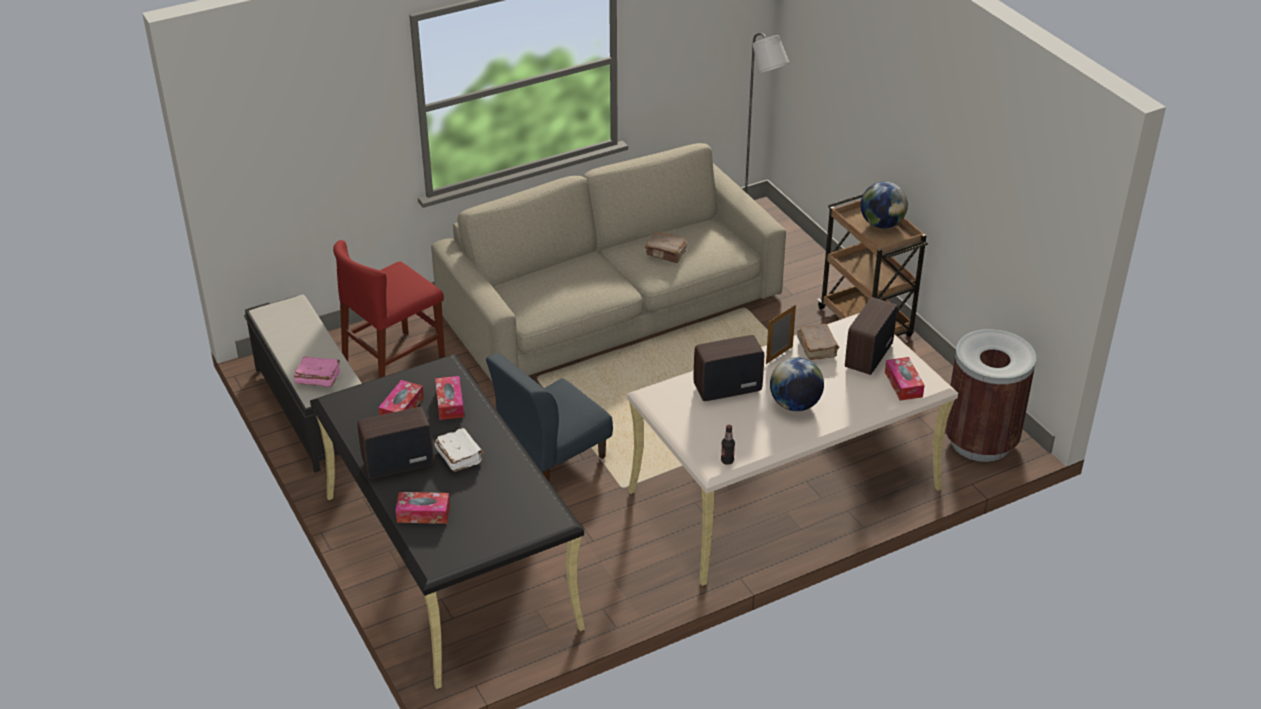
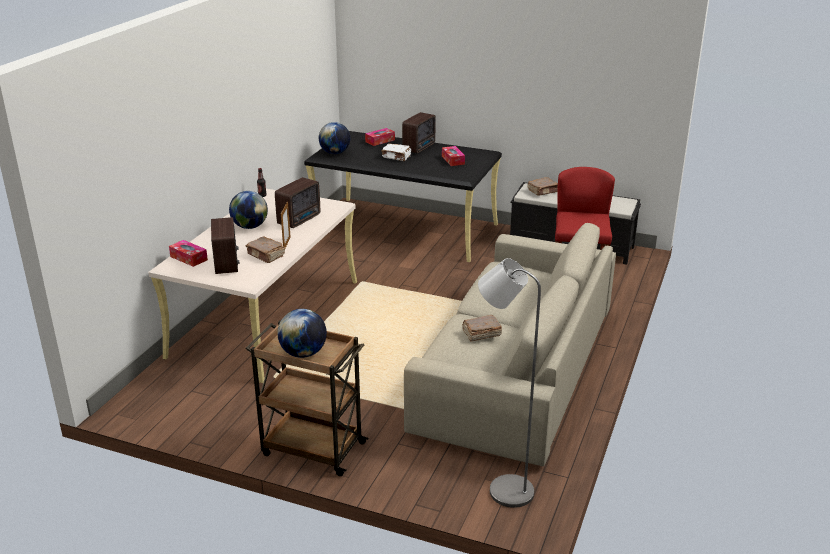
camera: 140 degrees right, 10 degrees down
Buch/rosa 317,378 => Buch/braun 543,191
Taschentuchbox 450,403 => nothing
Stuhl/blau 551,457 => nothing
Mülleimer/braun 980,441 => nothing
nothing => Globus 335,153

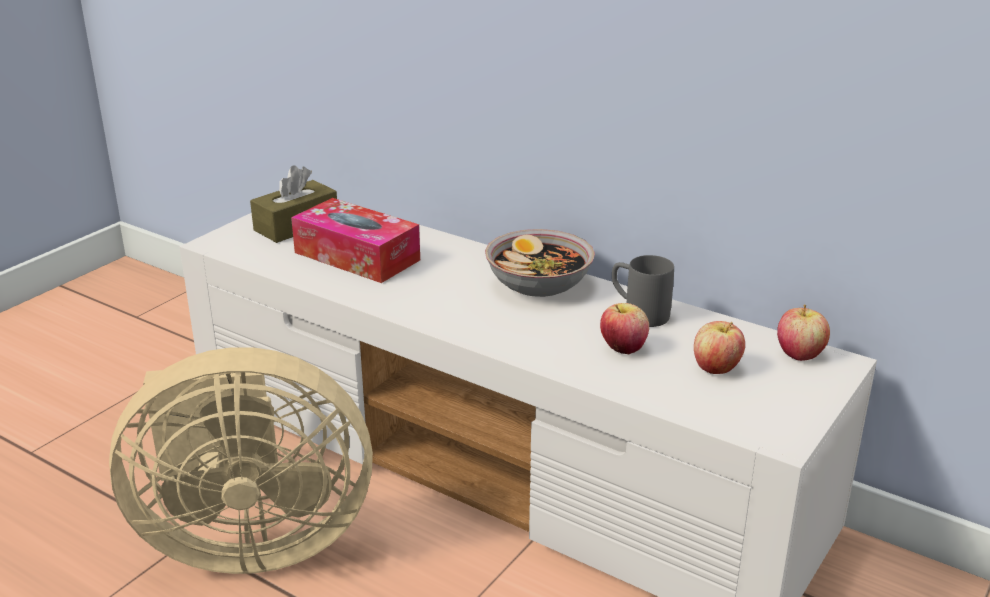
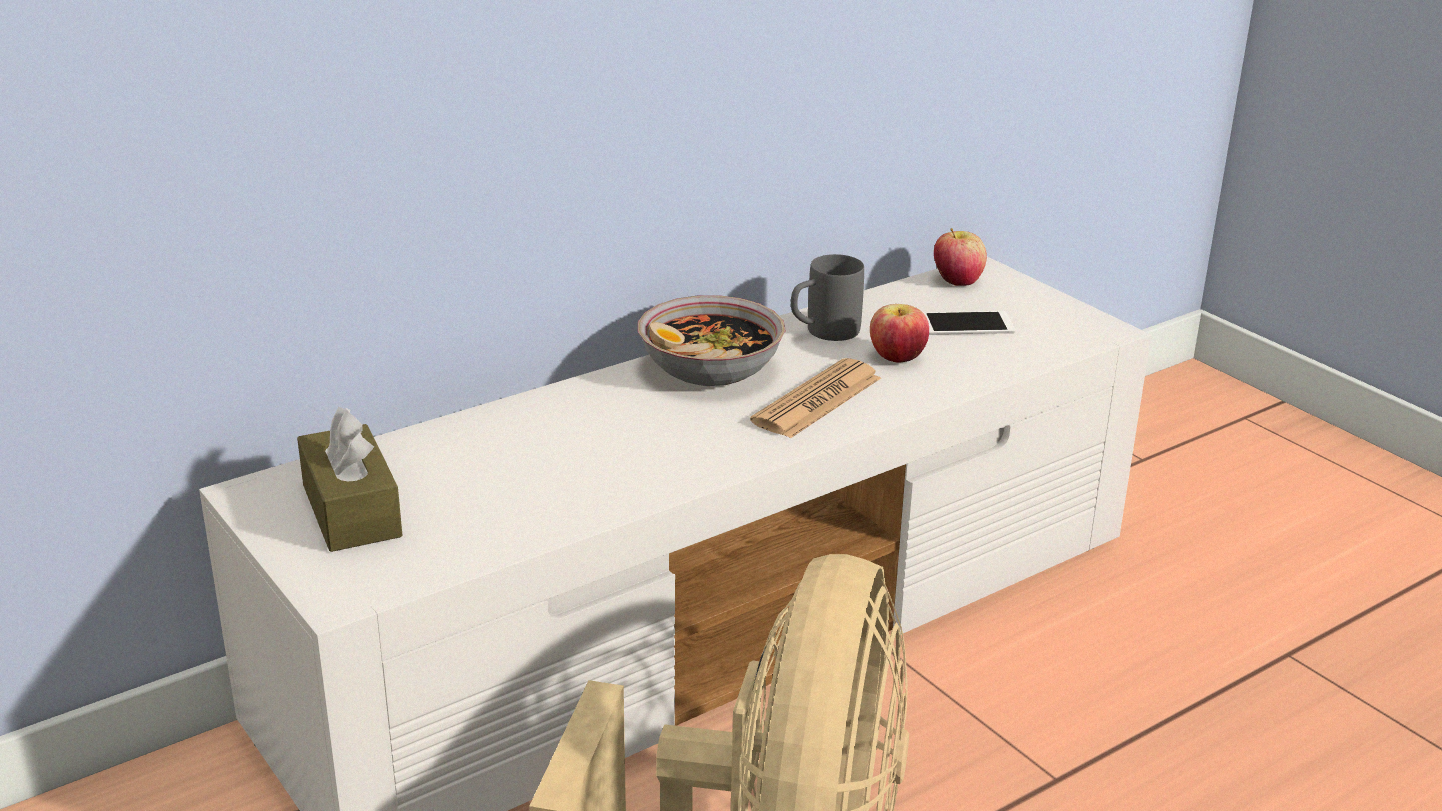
camera: 70 degrees left, 0 degrees up
Taschentuchbox 357,256 => nothing
Apfel 716,368 => Handy 964,324
nothing => Zeitung 817,400

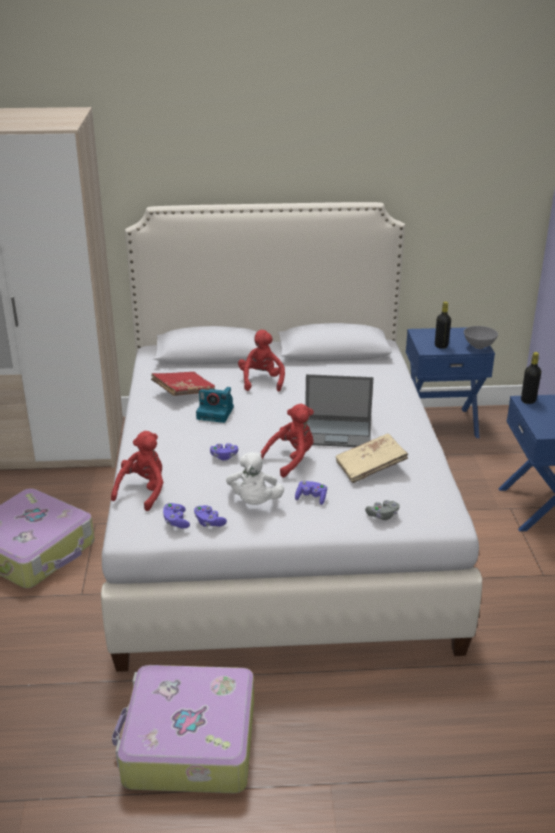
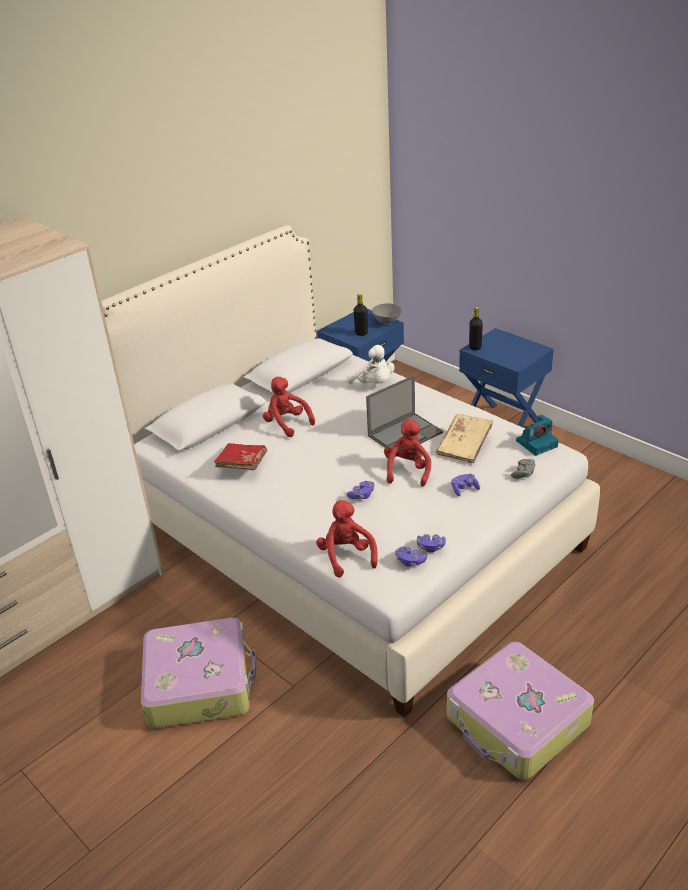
camera: 40 degrees left, 5 degrees up
Kamera 216,413 => Kamera 537,443, shifted
Plüschtier/weiß 254,502 => Plüschtier/weiß 374,384, shifted

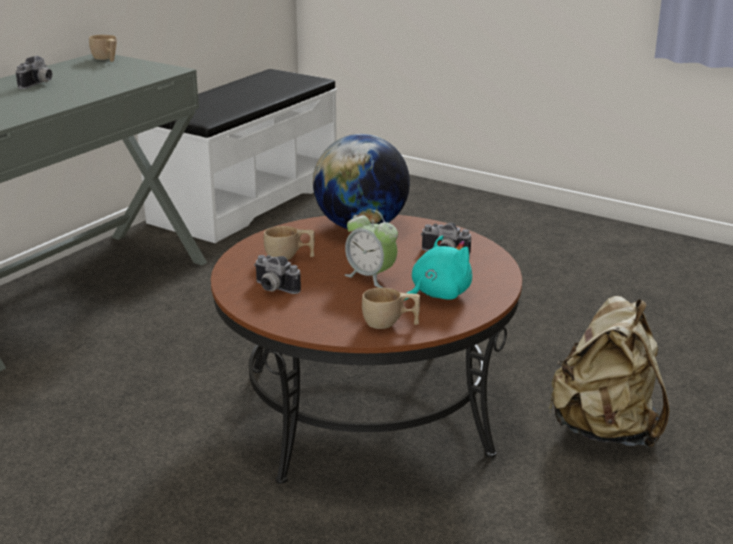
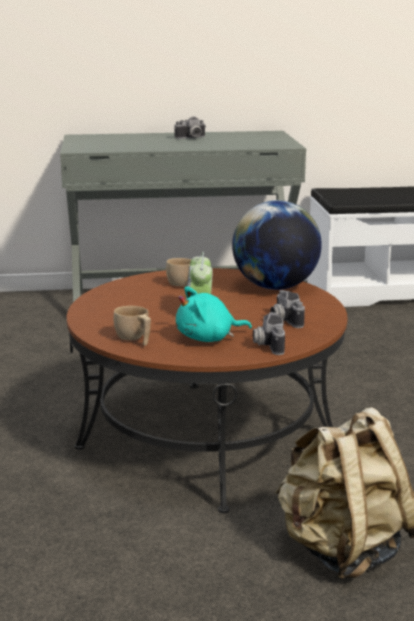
camera: 50 degrees right, 5 degrees down
Tasse/beige 106,59 => nothing
Kamera 273,289 => Kamera 267,345, shifted
Plüschtier/türkis 437,295 => Plüschtier/türkis 208,338, 150 degrees clockwise

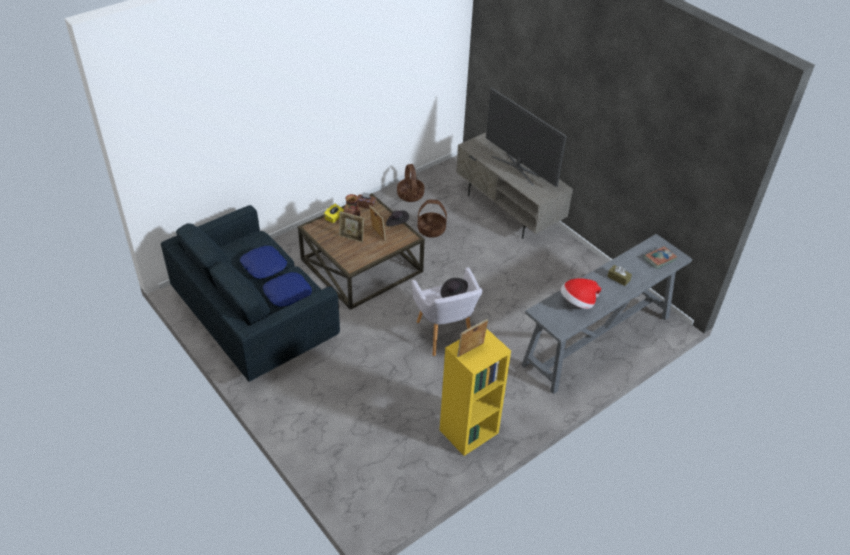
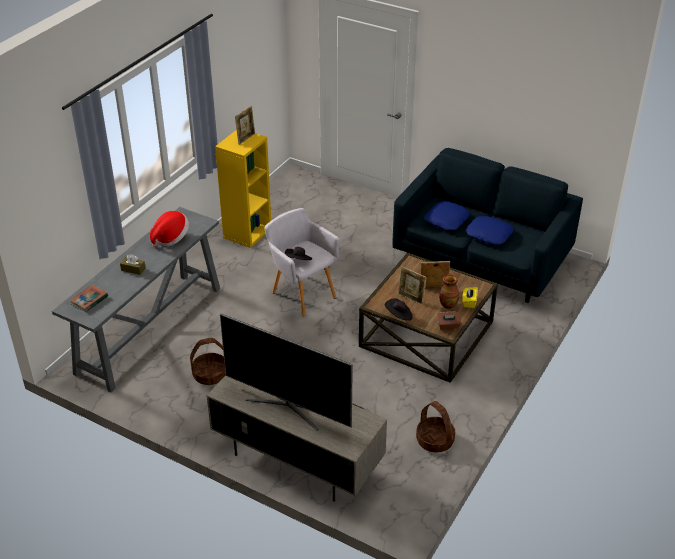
camera: 160 degrees right, 5 degrees down
Korb 431,229 => Korb 210,375, shifted

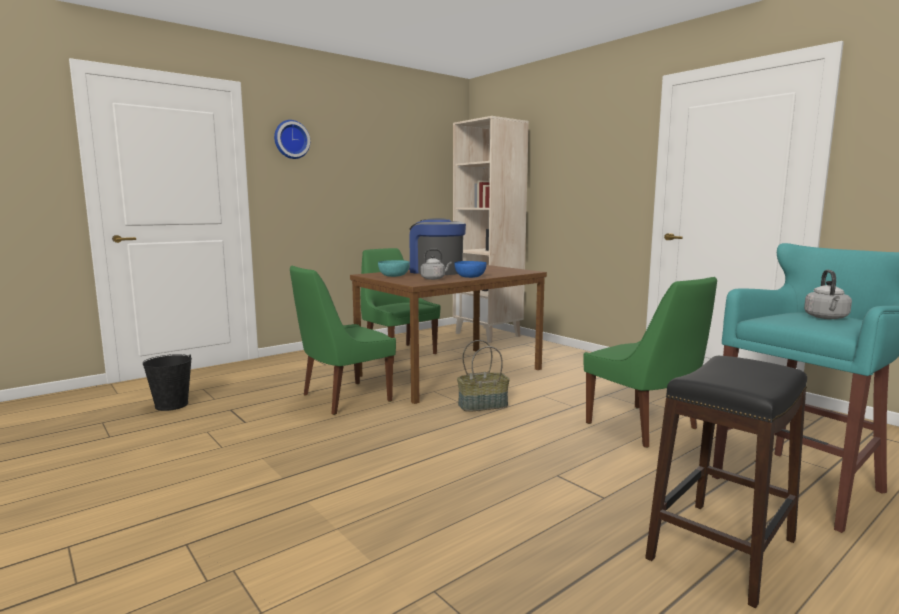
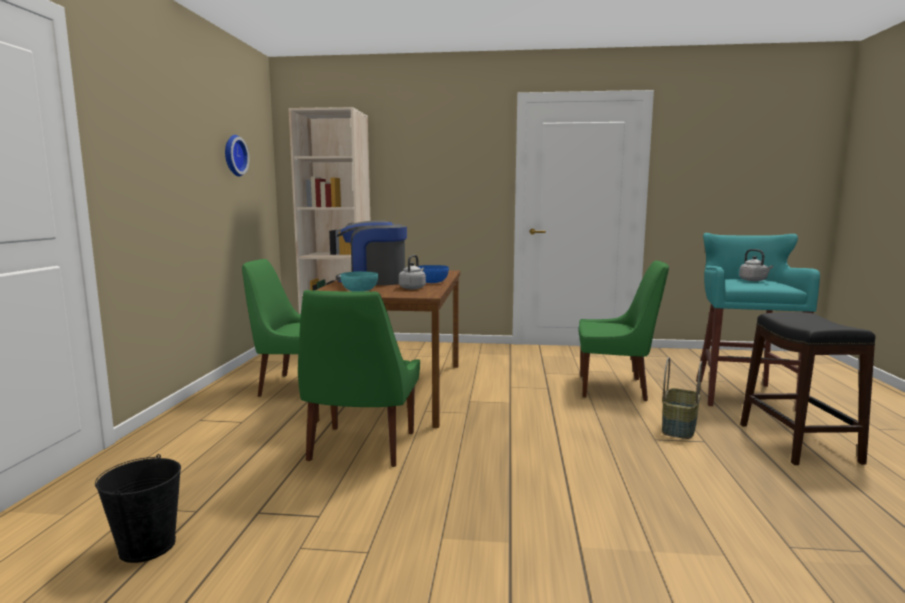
camera: 45 degrees left, 0 degrees up
Wanduhr 291,139 => Wanduhr 233,155, shifted
Korb 483,405 => Korb 678,427, shifted

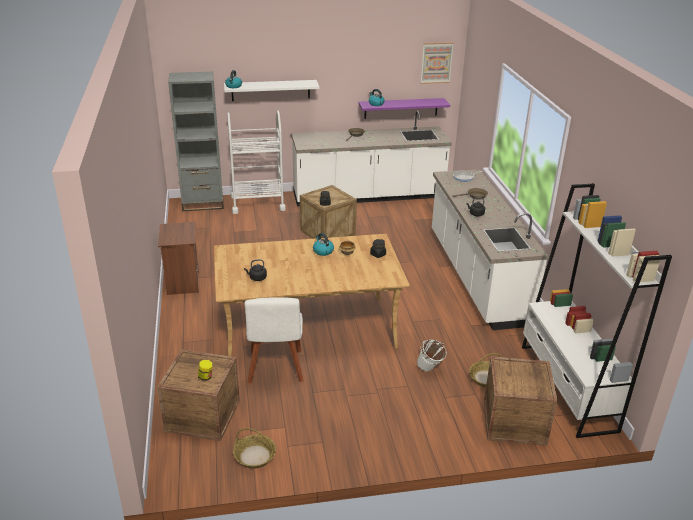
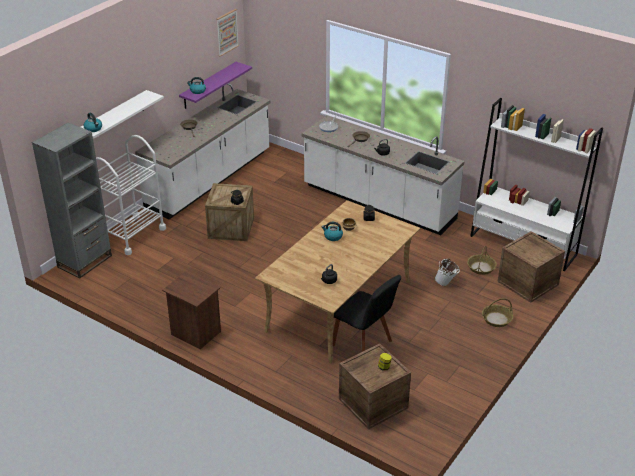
camera: 45 degrees left, 5 degrees up
Korb 254,456 => Korb 496,319, shifted
Stuhl/weiß 275,369 => Stuhl/schwarz 364,345

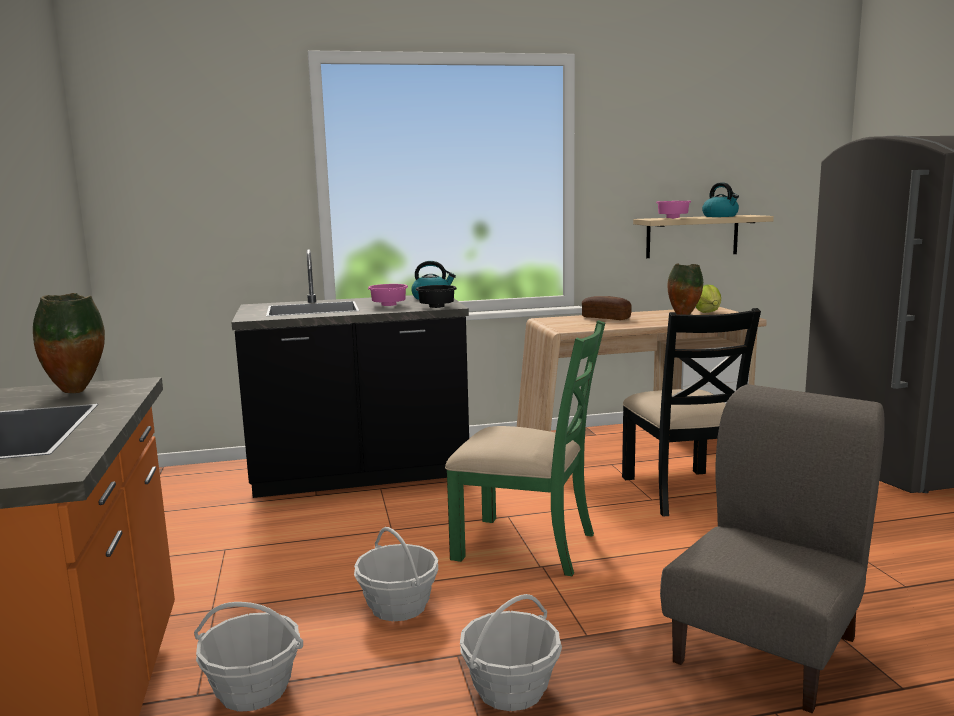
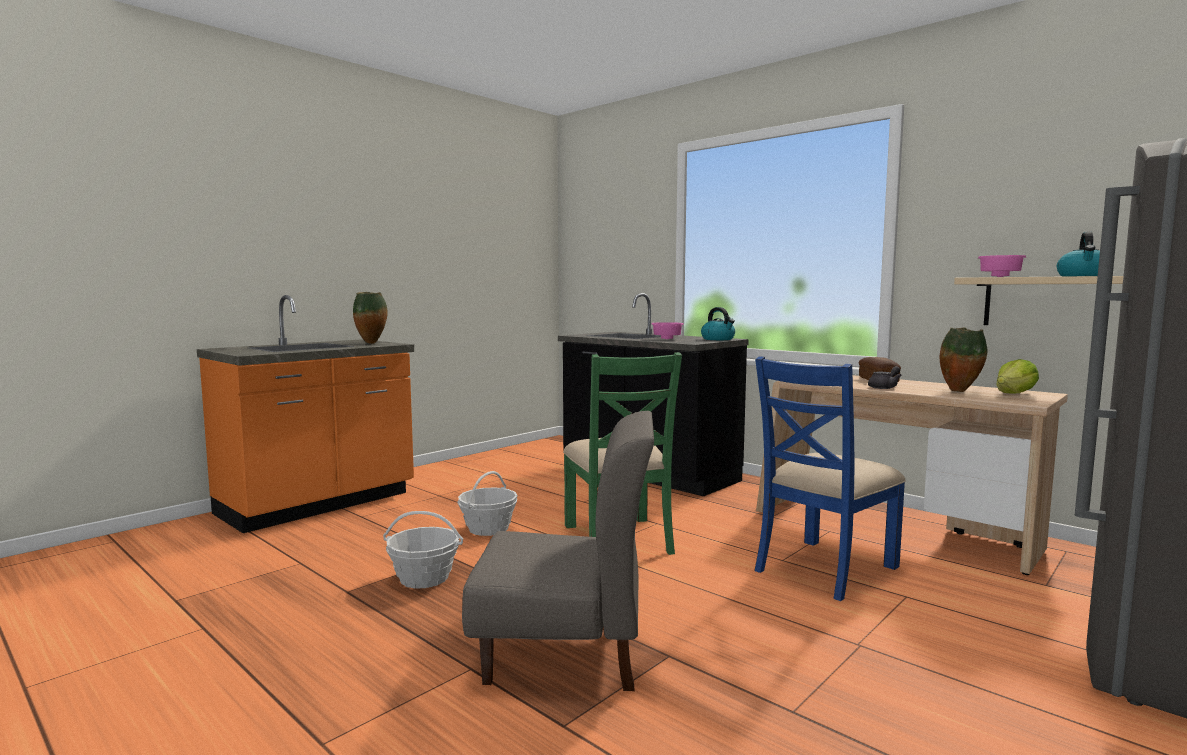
camera: 55 degrees right, 5 degrees down
Korb 253,690 => nothing
Schüssel/schwarz 435,307 => nothing
Stuhl/schwarz 682,492 => Stuhl/blau 824,568
nothing => Teekanne/grau 885,387

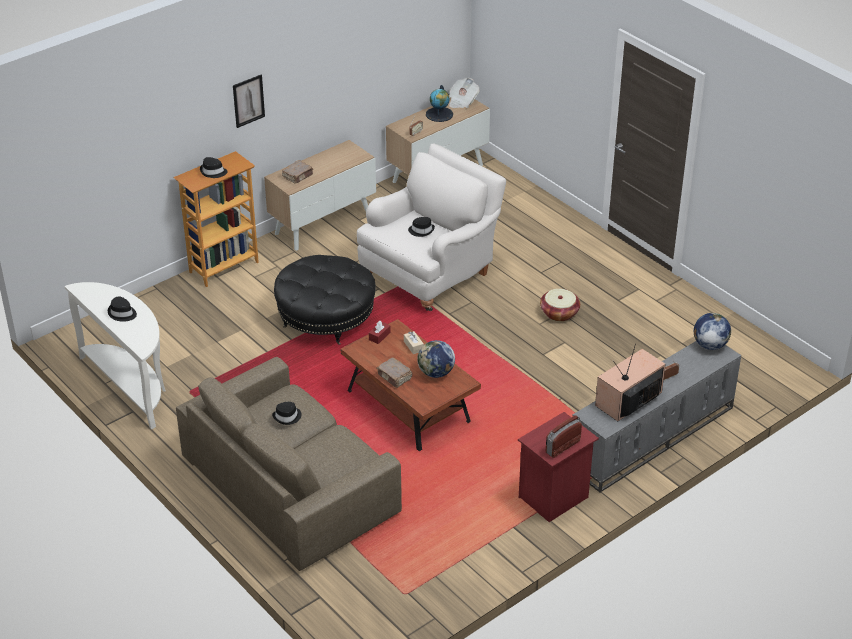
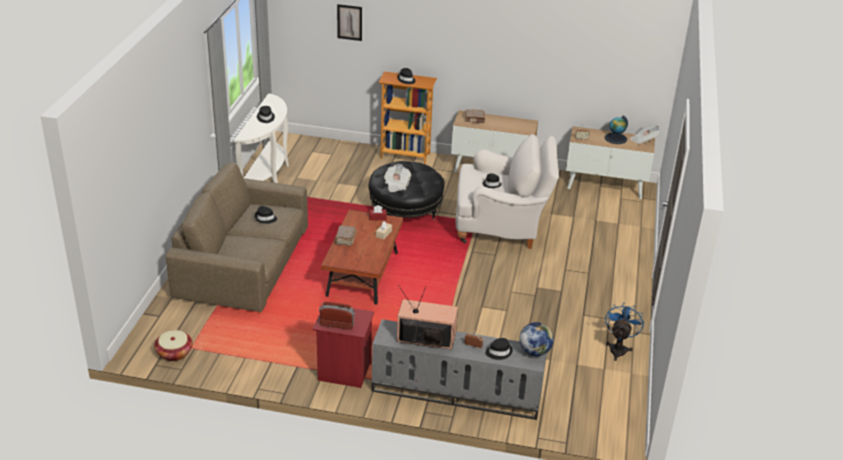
camera: 50 degrees right, 5 degrees down
Bild 248,101 => Bild 349,22, shifted
Globus 436,373 => nothing
Korb 559,313 => Korb 174,353, shifted
nothing => Zeitung 396,185
nothing => Hut/schwarz 498,352
nothing => Ventilator/blau 618,348

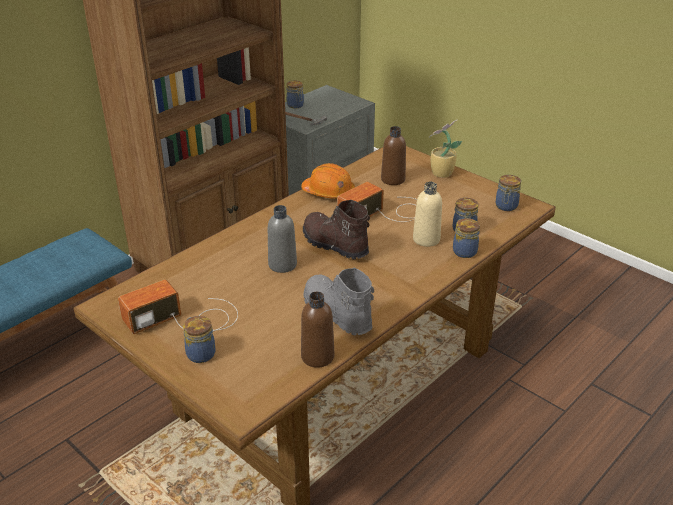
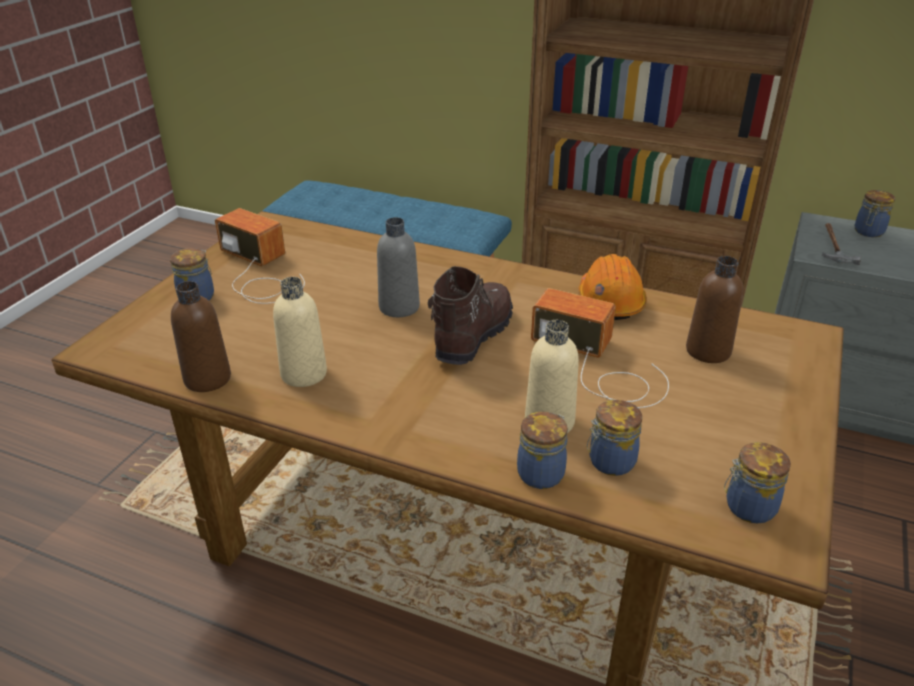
camera: 70 degrees right, 0 degrees up
Stiefel/grau 336,314 => Flasche/beige 304,374
Topfpflanze 441,173 => nothing

